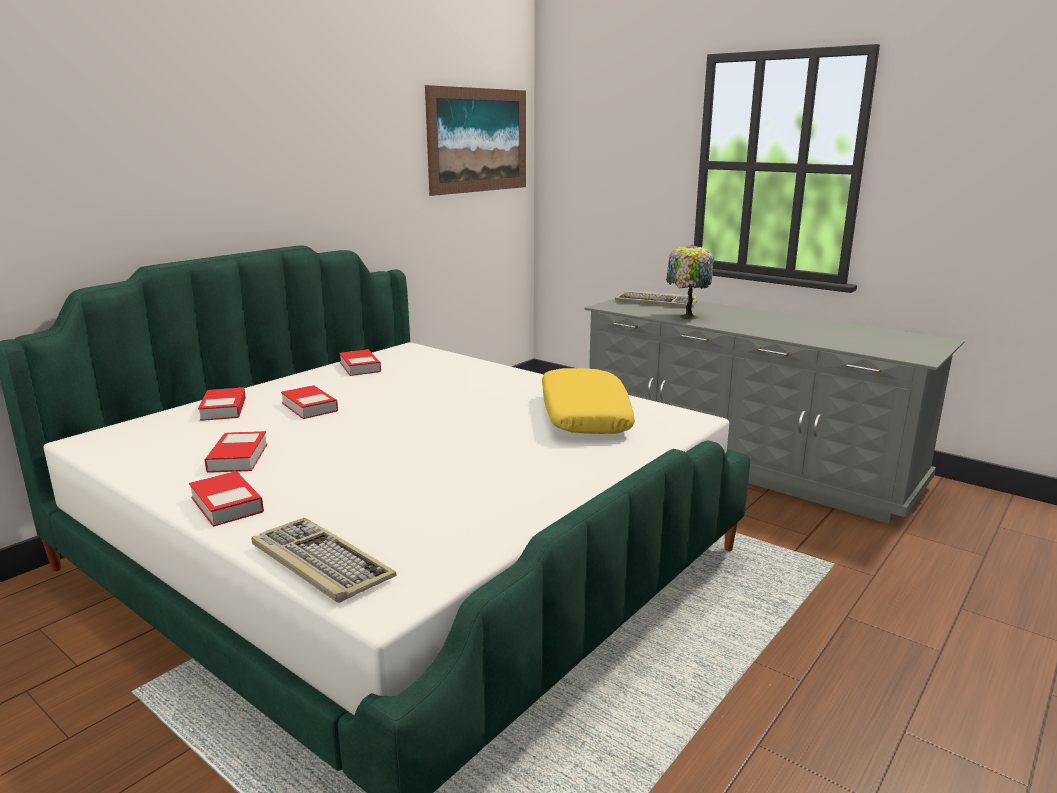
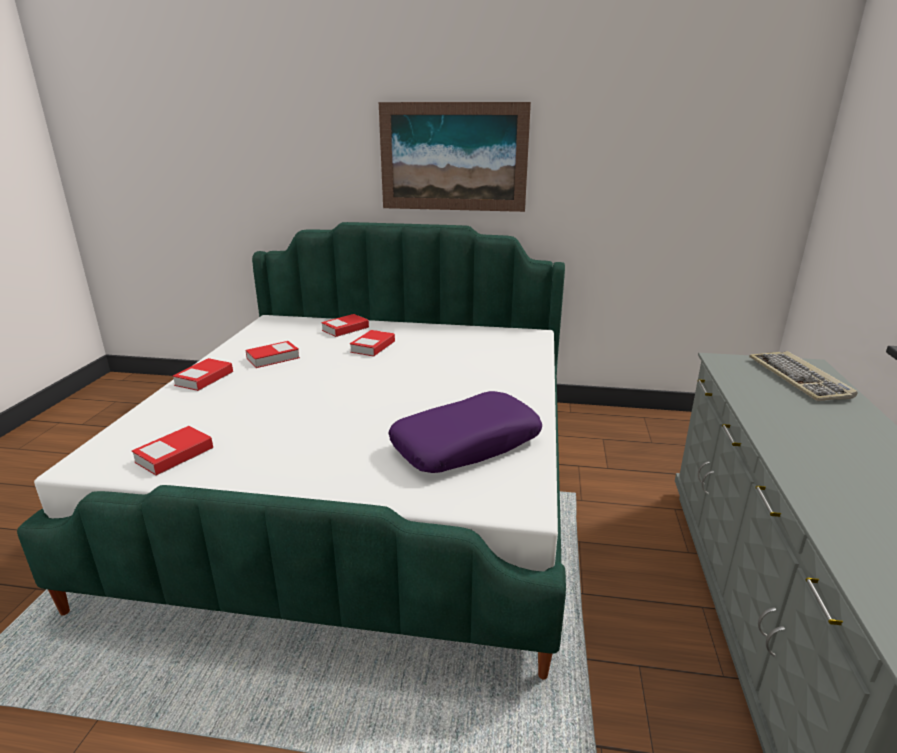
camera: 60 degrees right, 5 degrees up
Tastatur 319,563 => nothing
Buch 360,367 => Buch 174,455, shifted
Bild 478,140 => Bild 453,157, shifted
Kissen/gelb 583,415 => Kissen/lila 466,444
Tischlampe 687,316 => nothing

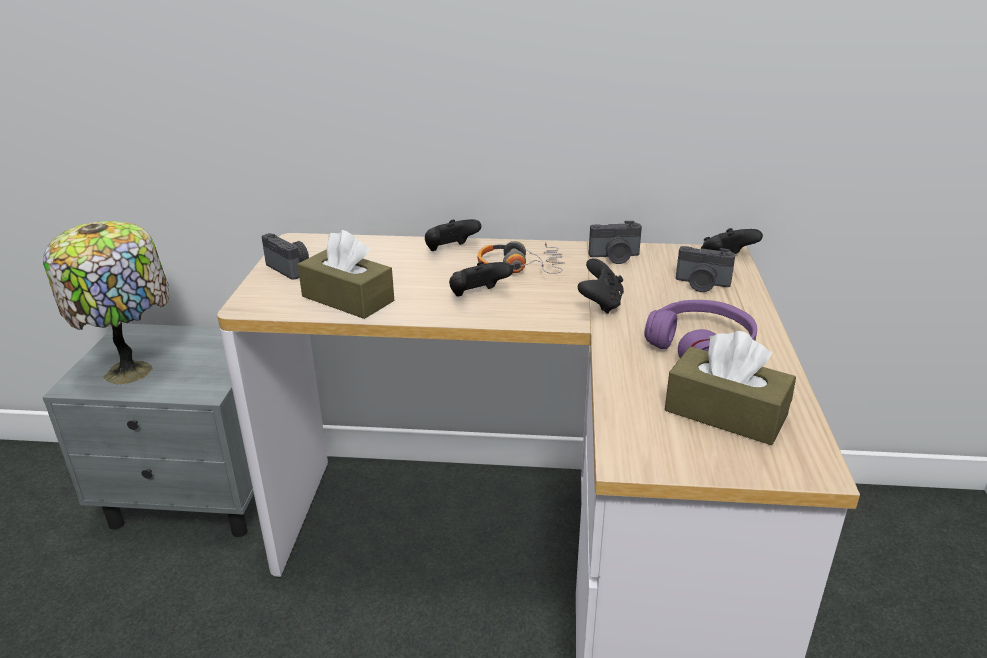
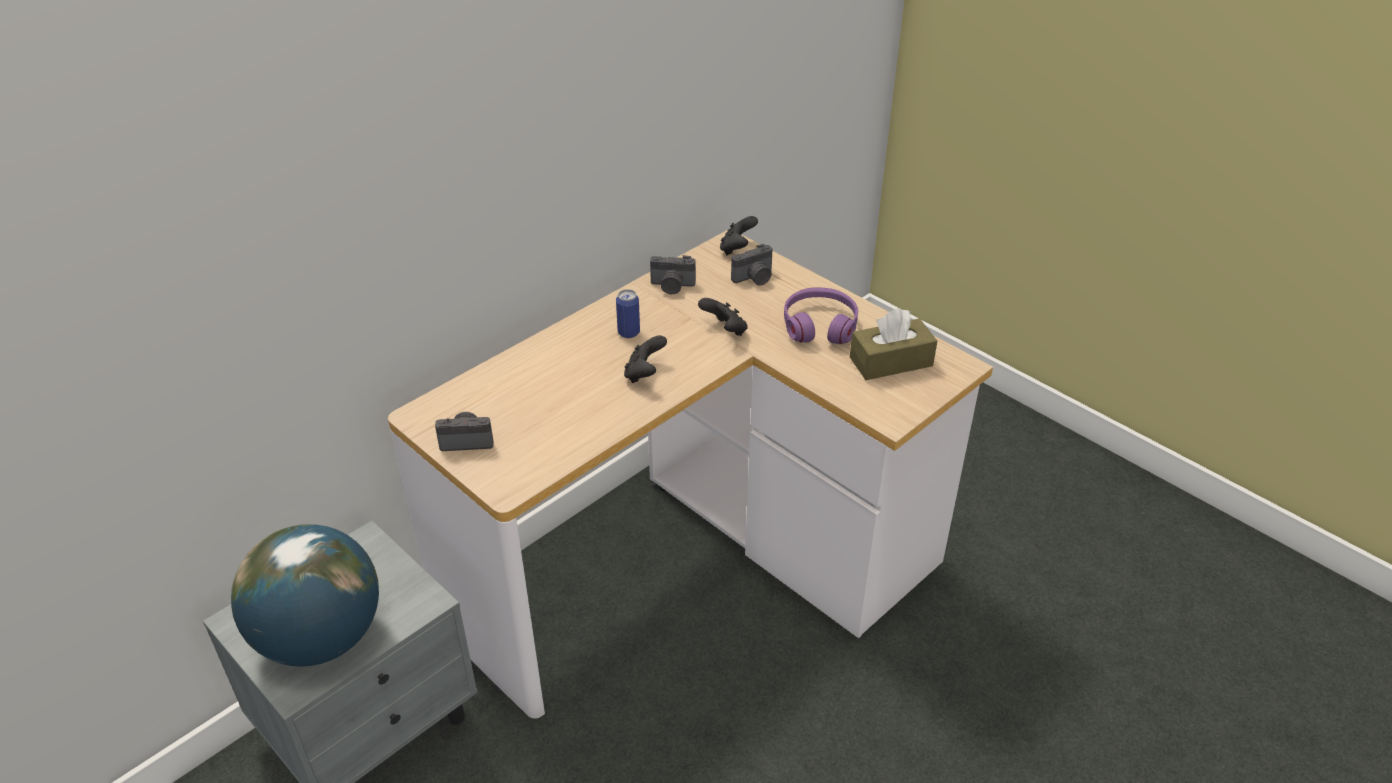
camera: 50 degrees left, 10 degrees up
Tischlampe 132,370 => Globus 322,638
Taschentuchbox/braun 348,299 => nothing
Gamepad/schwarz 450,250 => nothing
Kopfhörer 520,267 => Dose 628,332
Kamera 615,257 => Kamera 672,286, 60 degrees clockwise

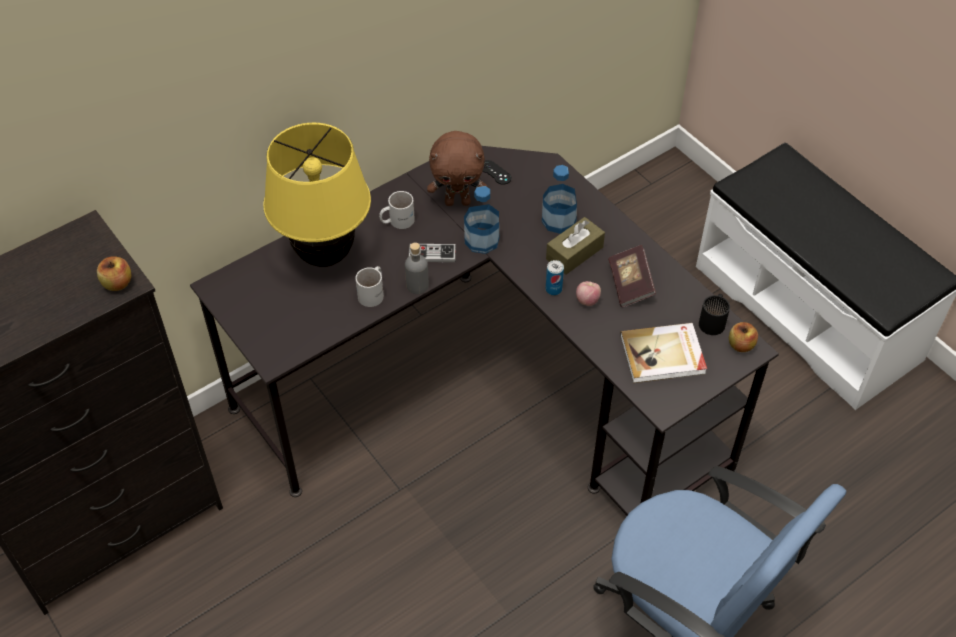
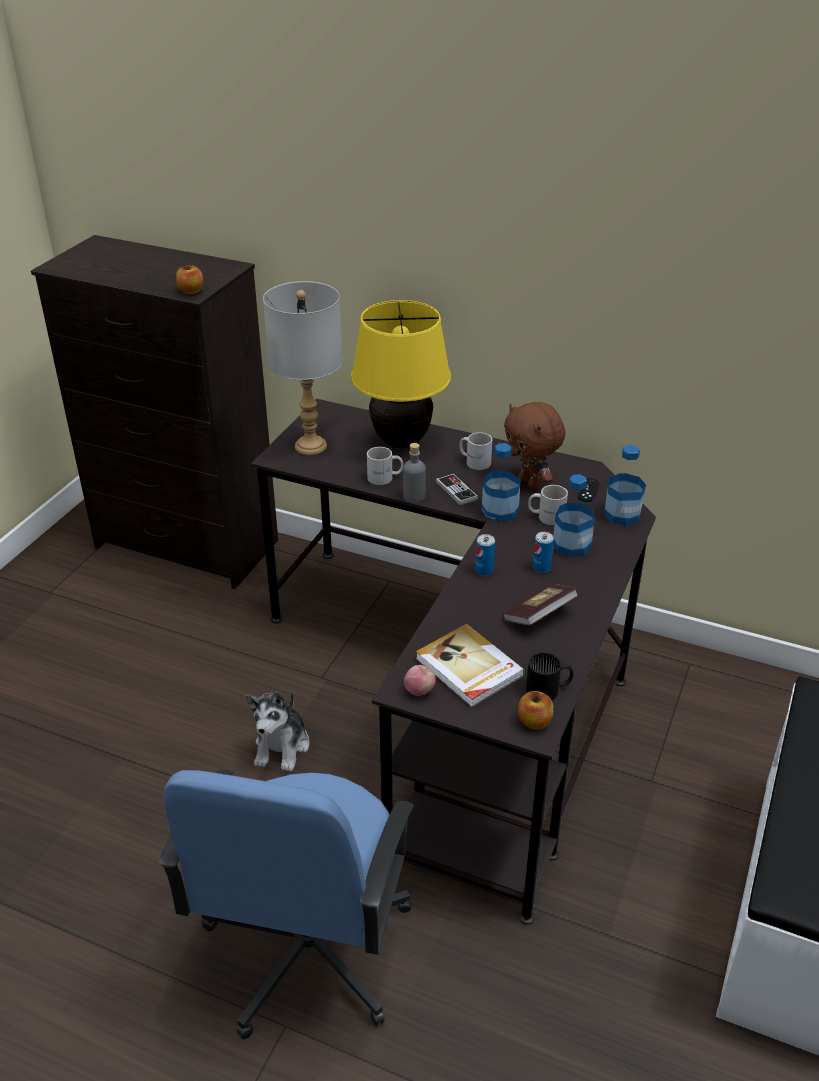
camera: 60 degrees right, 15 degrees down
Taschentuchbox/braun 574,253 => Dose 541,568
Apfel 587,300 => Apfel 419,691, shifted
nothing => Plüschtier 282,746
nothing => Tischlampe/grau 310,446
nothing => Henkelbecher/weiß 546,516
nothing => Flasche 622,514

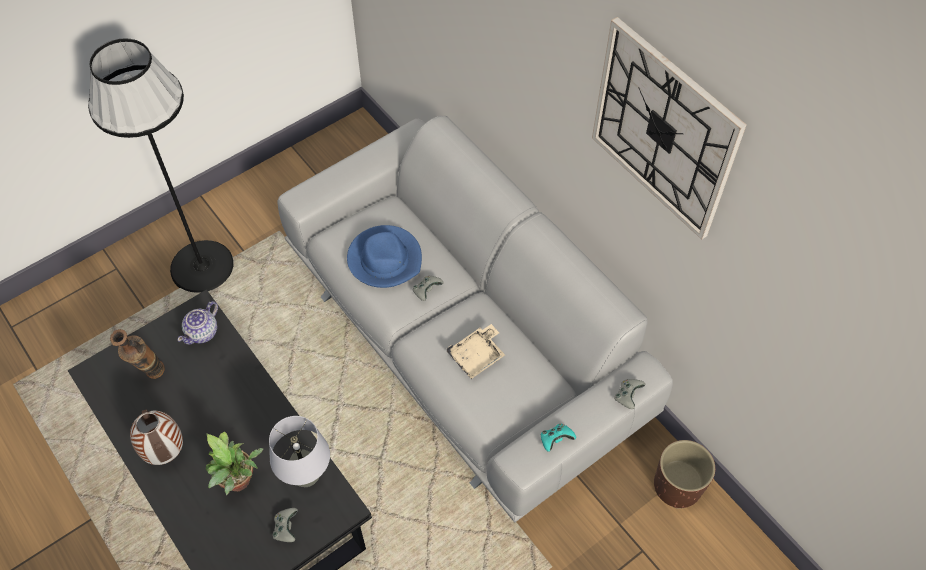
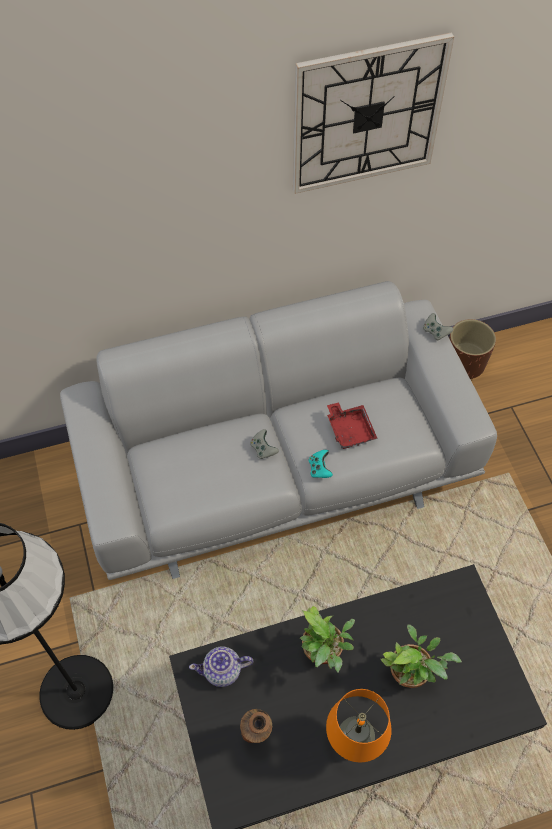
camera: 70 degrees left, 0 degrees up
Vase 164,452 => Tischlampe/orange 354,741
Teekanne 203,332 => Teekanne 223,671, 120 degrees clockwise
Tischlampe/grau 307,477 => nothing
Gamepad/grau 286,528 => nothing
Hut/blau 385,259 => nothing
Tablett/beige 477,356 => Tablett/rot 350,429
Gamepad/türkis 556,440 => Gamepad/türkis 319,469, shifted
nothing => Topfpflanze 324,654

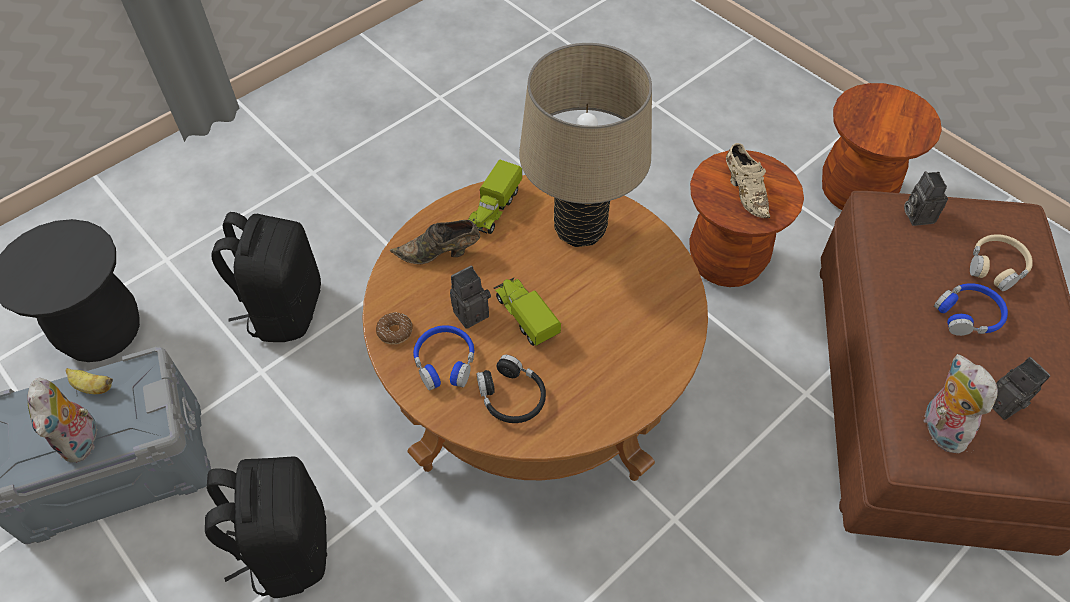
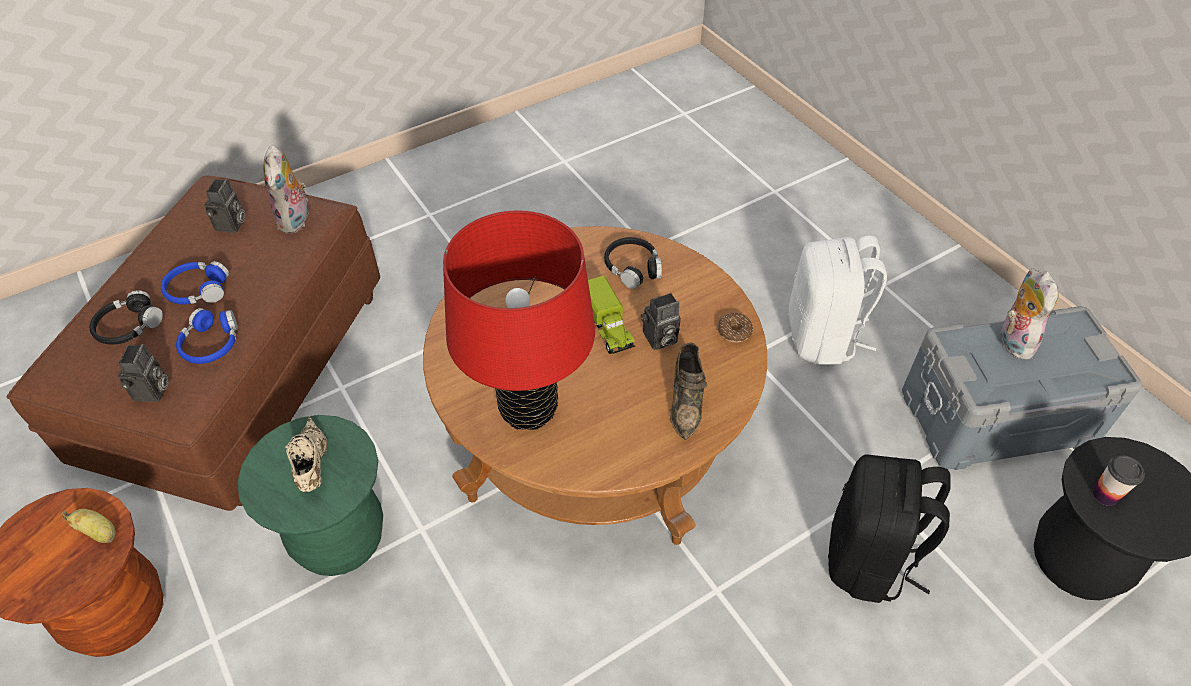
camera: 170 degrees left, 5 degrees down
Banane 93,387 => Banane 99,532, shifted
Rucksack/schwarz 287,547 => Rucksack/weiß 822,337
Schuh/braun 440,254 => Schuh/braun 686,401, 90 degrees clockwise
Kopfhörer/blau 445,362 => Kopfhörer/blau 211,343, shifted
Spielzeuglaster 494,209 => nothing
Tischlampe/beige 580,229 => Tischlampe/rot 528,408
Hocker/braun 726,261 => Hocker/grün 339,538
Kopfhörer/beige 996,267 => Kopfhörer/schwarz 129,326
Kamera 1006,403 => Kamera 231,225, 150 degrees counterclockwise
nothing => Tasse 1105,495

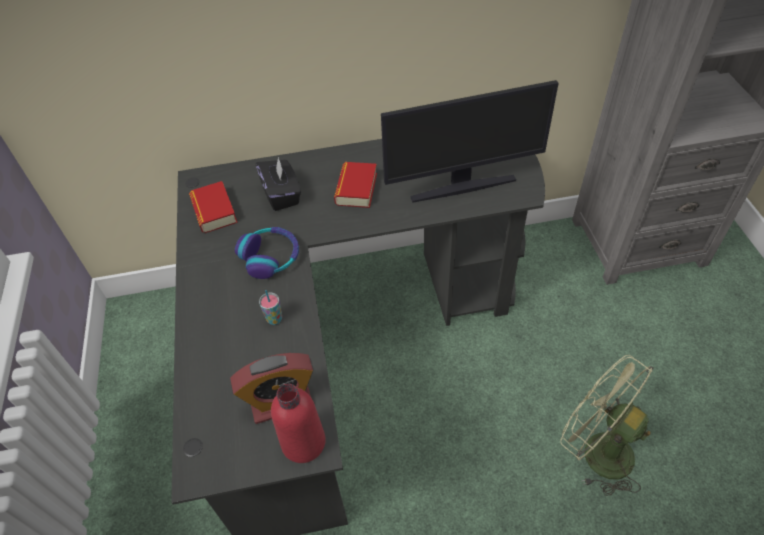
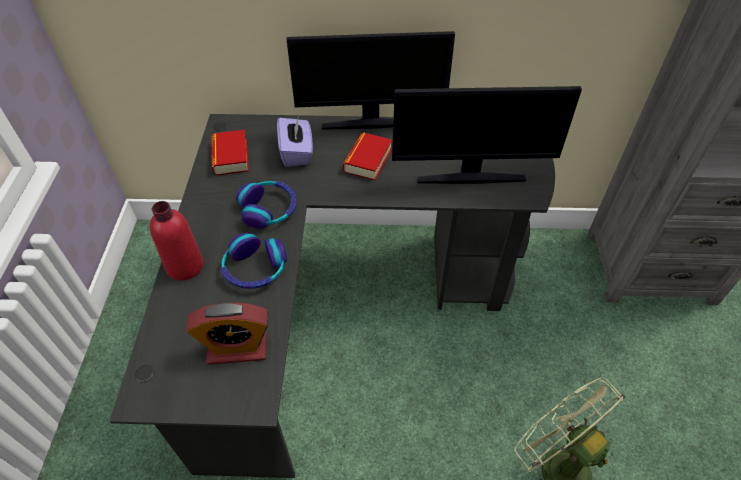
camera: 10 degrees right, 0 degrees up
Taschentuchbox/schwarz 282,195 => Taschentuchbox/lila 297,153
Tasse 274,319 => Kopfhörer 255,268
Flasche/rot 303,442 => Flasche/rot 185,266, shifted
nothing => Monitor 371,123

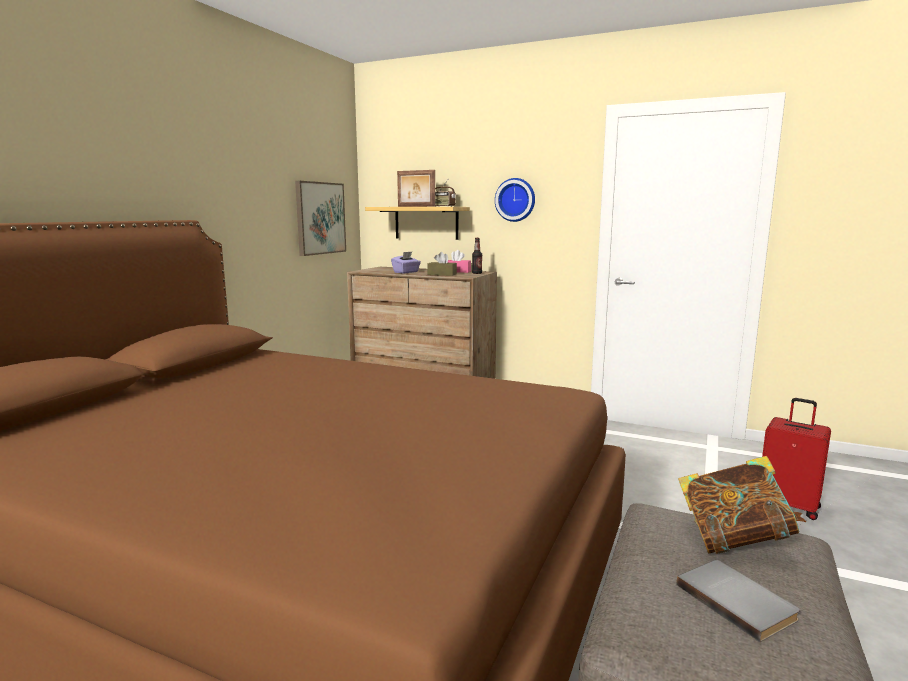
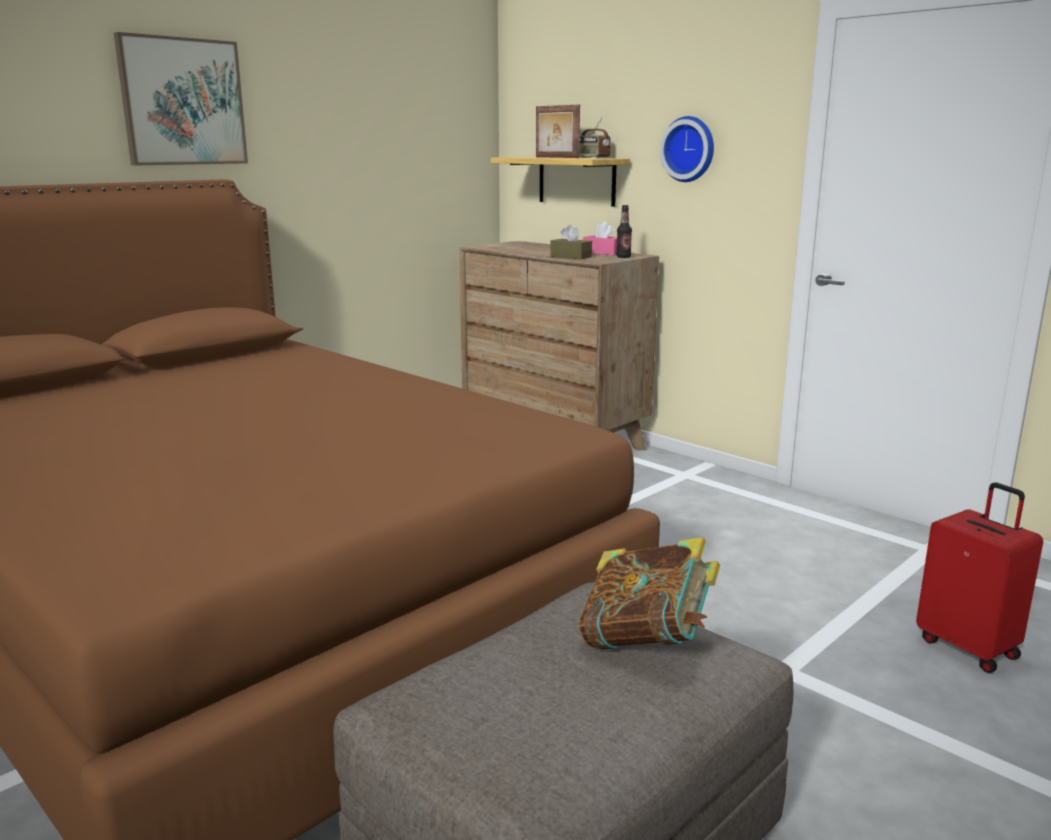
camera: 20 degrees right, 5 degrees up
Bild 320,218 => Bild 183,102, shifted
Taschentuchbox/lila 406,272 => nothing
Buch/grau 738,600 => nothing

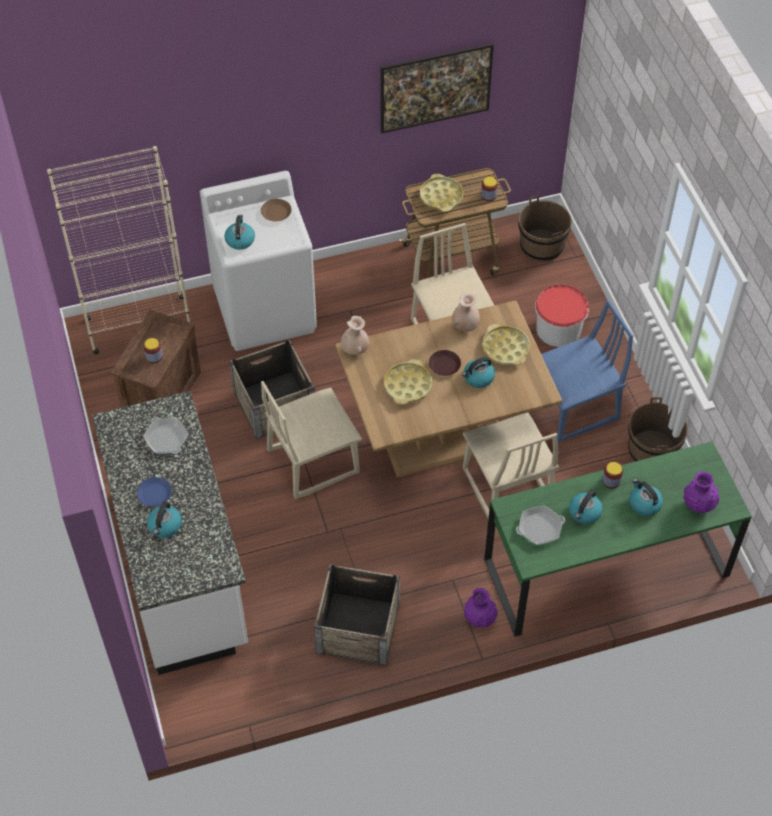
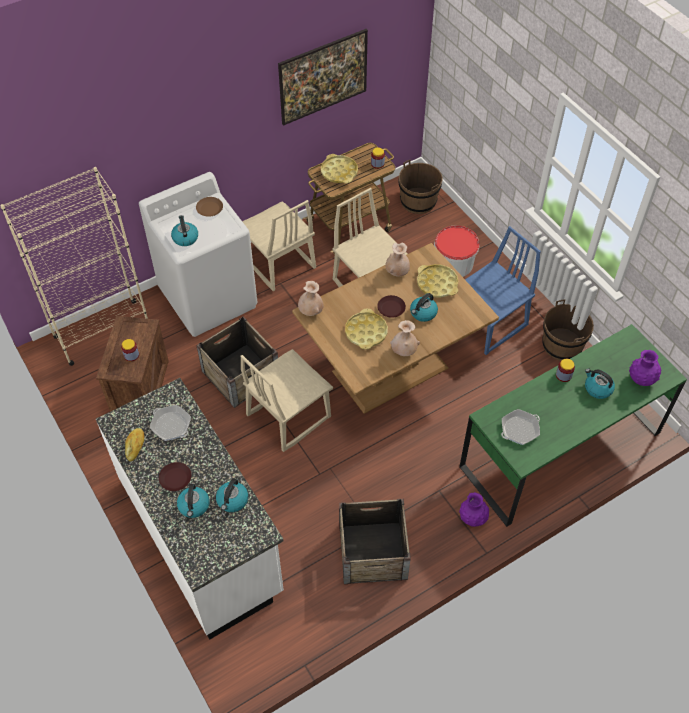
camera: 15 degrees left, 0 degrees up
Teller/blau 155,494 => Teller/braun 176,478
Stuhl/beige 506,487 => Stuhl/beige 278,264, shifted
Wasserkessel 584,513 => Wasserkessel 232,501, shifted
nothing => Brot 135,446
nothing => Vase/beige 404,351

